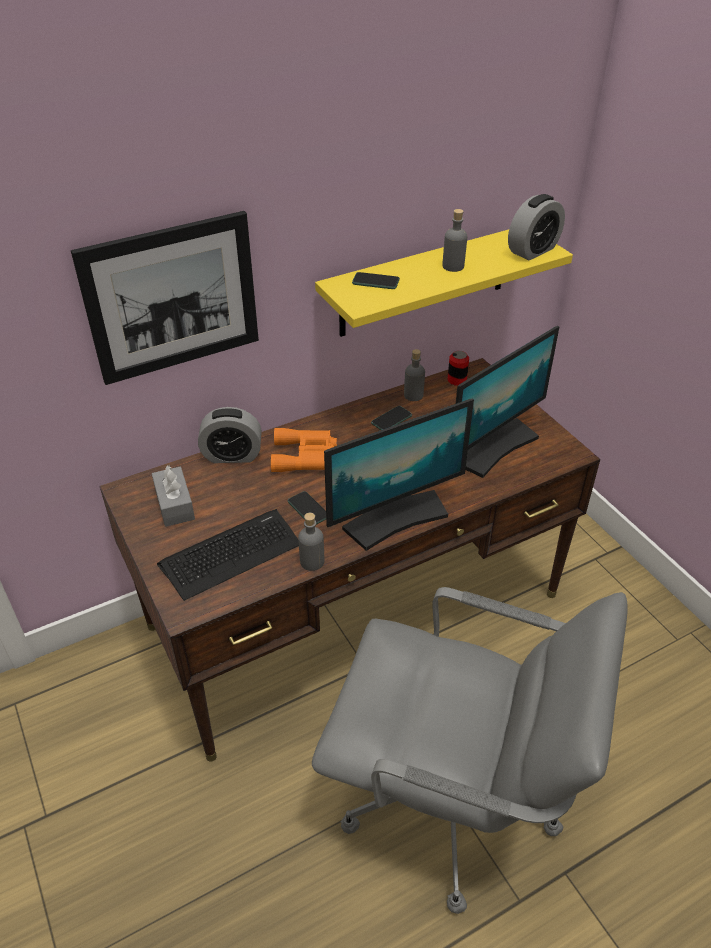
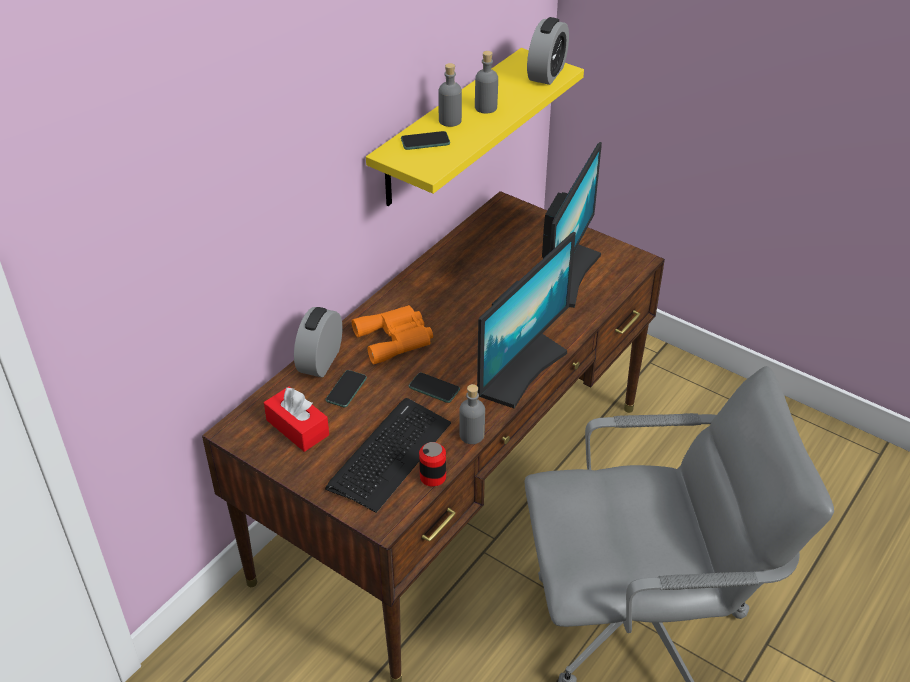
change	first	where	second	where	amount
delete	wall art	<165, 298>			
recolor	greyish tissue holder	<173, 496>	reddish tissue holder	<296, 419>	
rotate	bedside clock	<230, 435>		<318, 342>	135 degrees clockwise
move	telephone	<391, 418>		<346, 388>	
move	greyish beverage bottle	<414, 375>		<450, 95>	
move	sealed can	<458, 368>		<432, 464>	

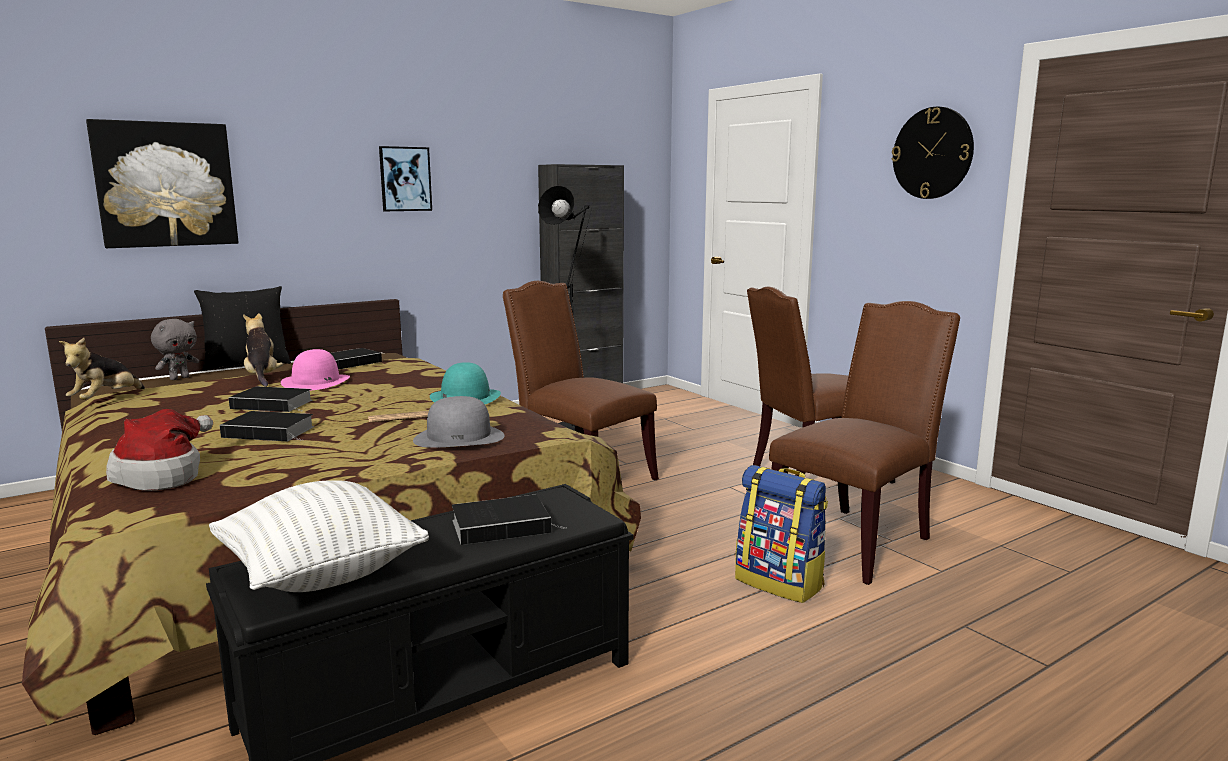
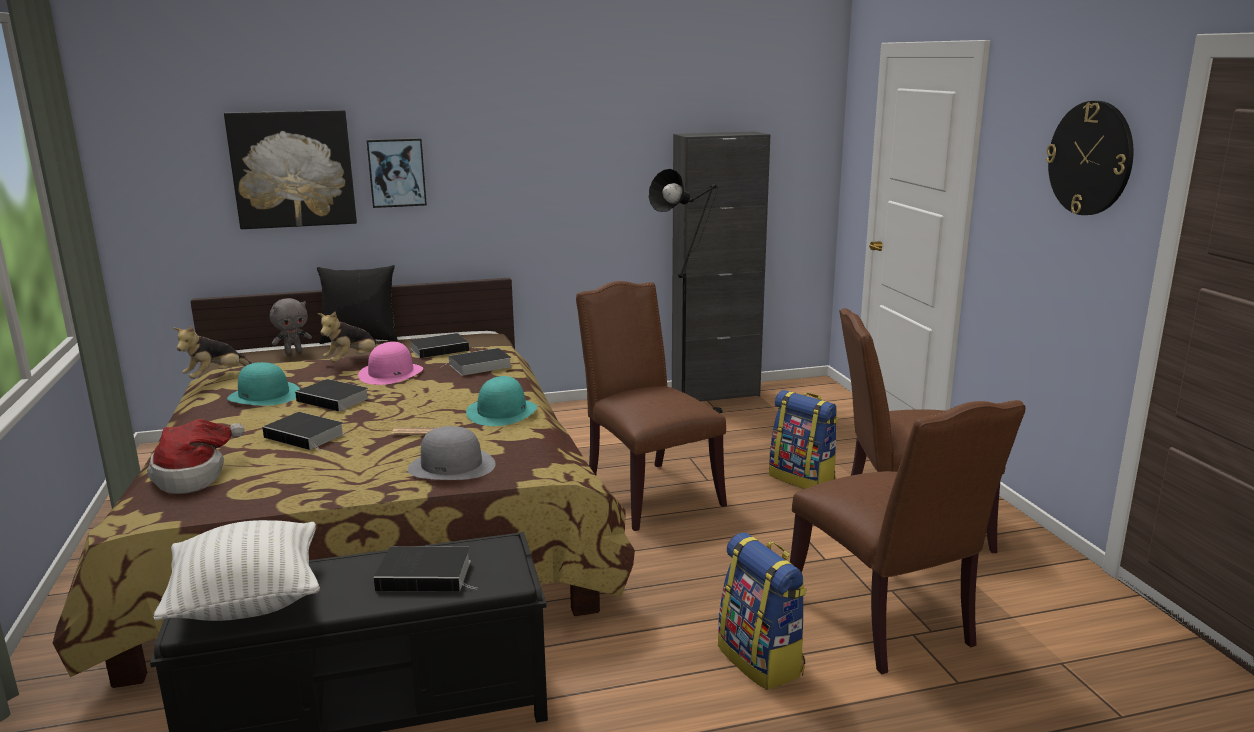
change	first	where	second	where	amount
rotate	soft toy	<263, 350>		<348, 337>	135 degrees counterclockwise
move	wall art	<405, 178>		<397, 173>	
rotate	brownish upright chair	<864, 443>		<907, 537>	90 degrees clockwise
insert			turquoise-coloured wearable hat	<263, 384>	
insert			volume	<476, 362>	
insert			backpack	<803, 439>	

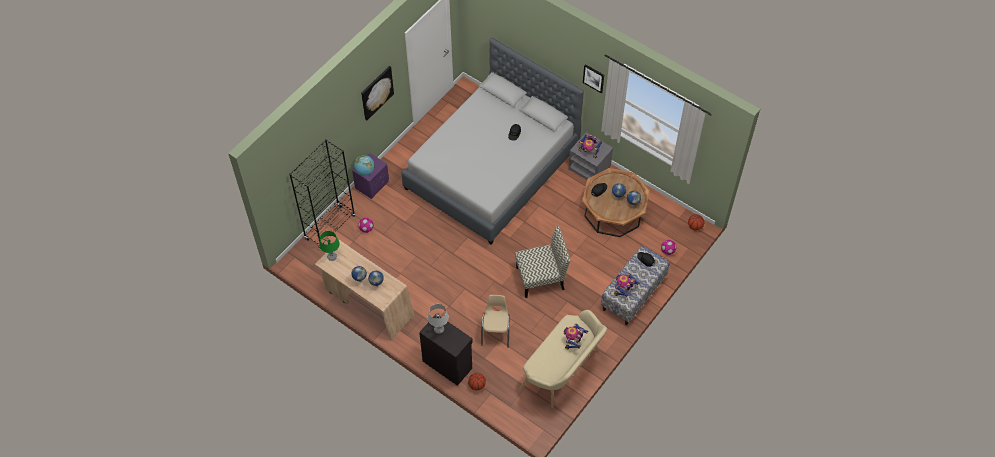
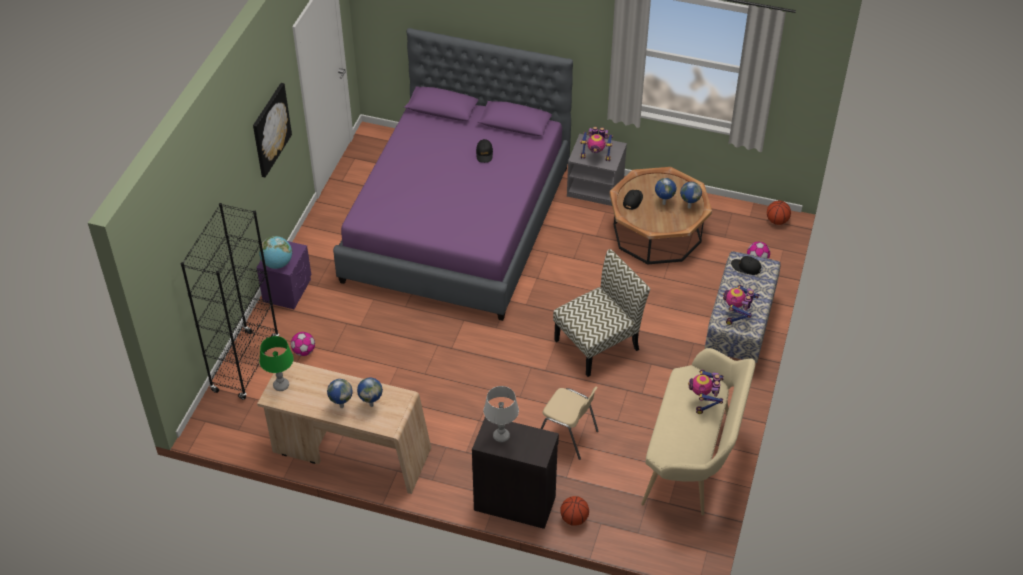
change	first	where	second	where	amount
recolor	greyish bedroom bed	<492, 141>	purple bedroom bed	<453, 174>	
rotate	sand-coloured upright chair	<495, 321>		<569, 423>	135 degrees clockwise
delete	wall art	<593, 78>			

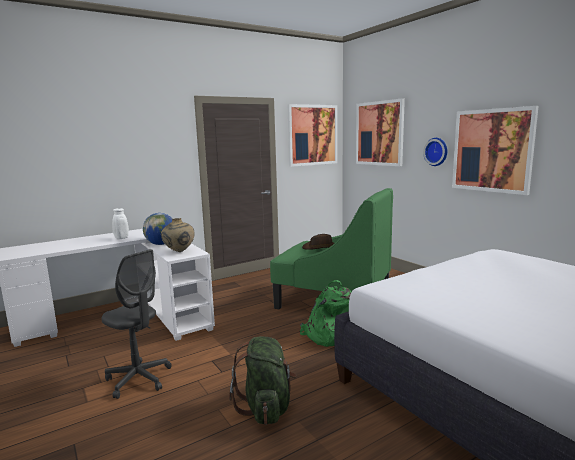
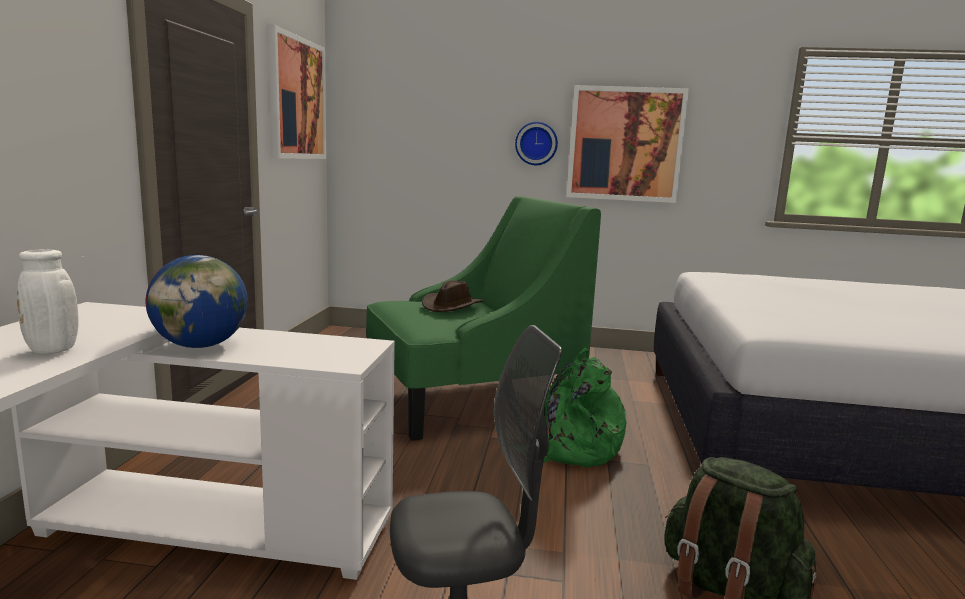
change	first	where	second	where	amount
delete	sand-coloured vase	<178, 235>			
delete	wall art	<380, 132>			

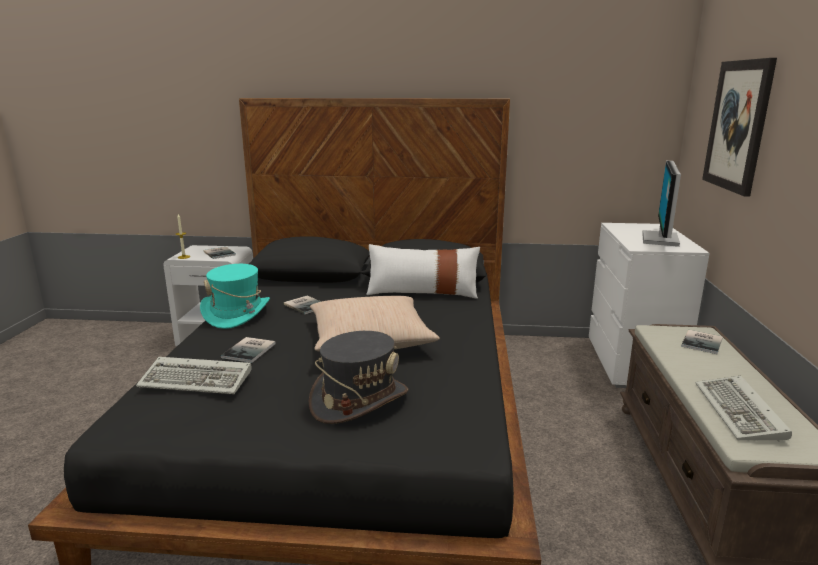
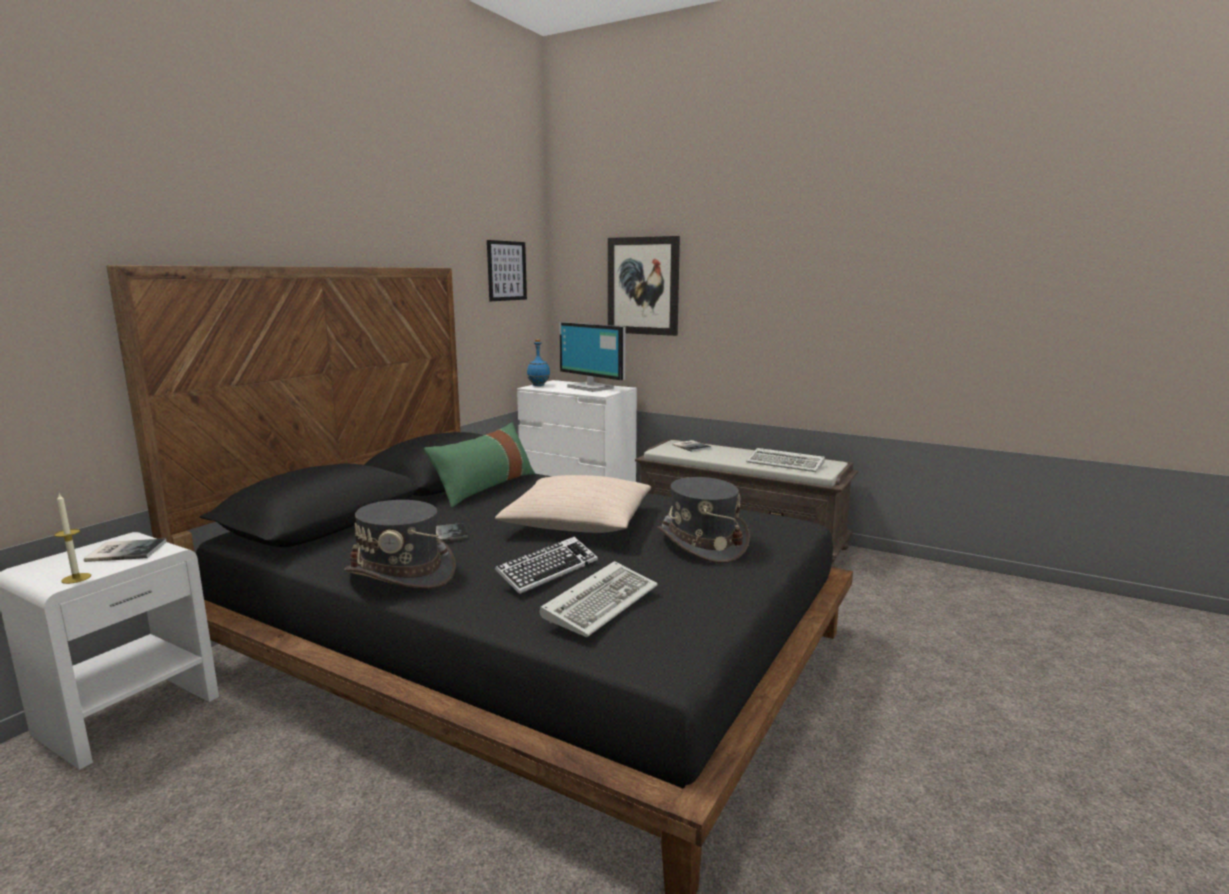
change	first	where	second	where	amount
recolor	turquoise-coloured wearable hat	<235, 296>	greyish wearable hat	<400, 544>	
replace	volume	<248, 350>	computer keyboard	<546, 565>	
recolor	white-coloured cushion	<423, 271>	green-coloured cushion	<479, 465>	
insert			wall art	<507, 270>	
insert			bluish beverage bottle	<538, 362>	

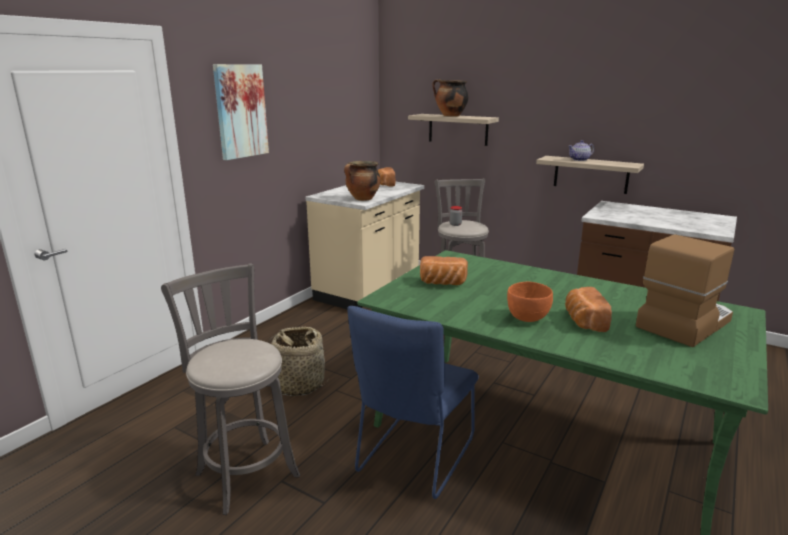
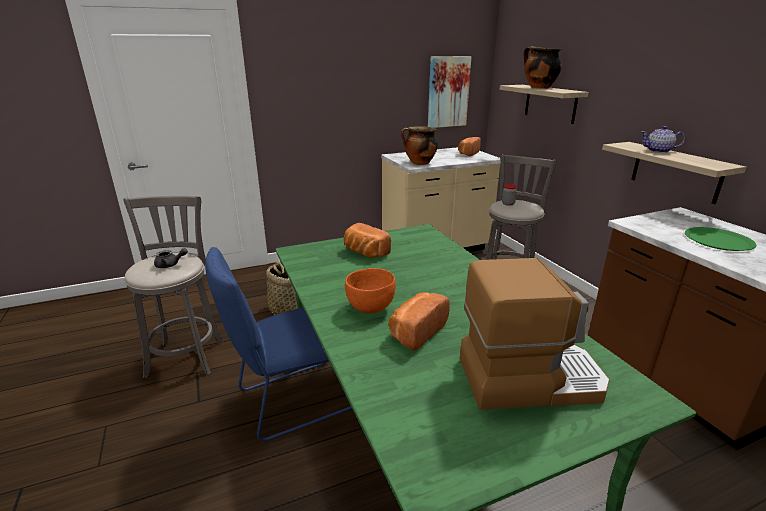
change	first	where	second	where	amount
move	wall art	<241, 112>		<449, 92>	
insert			greyish tea pot	<171, 258>	
insert			green-coloured flat dish	<720, 239>	

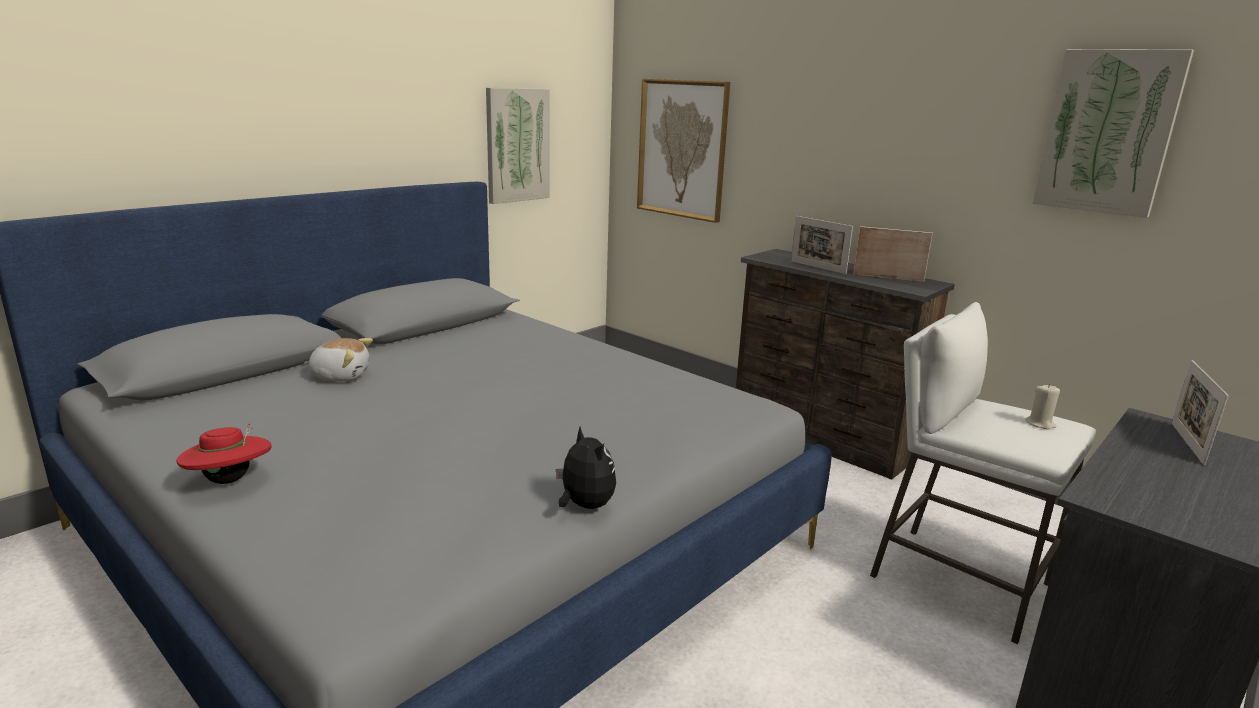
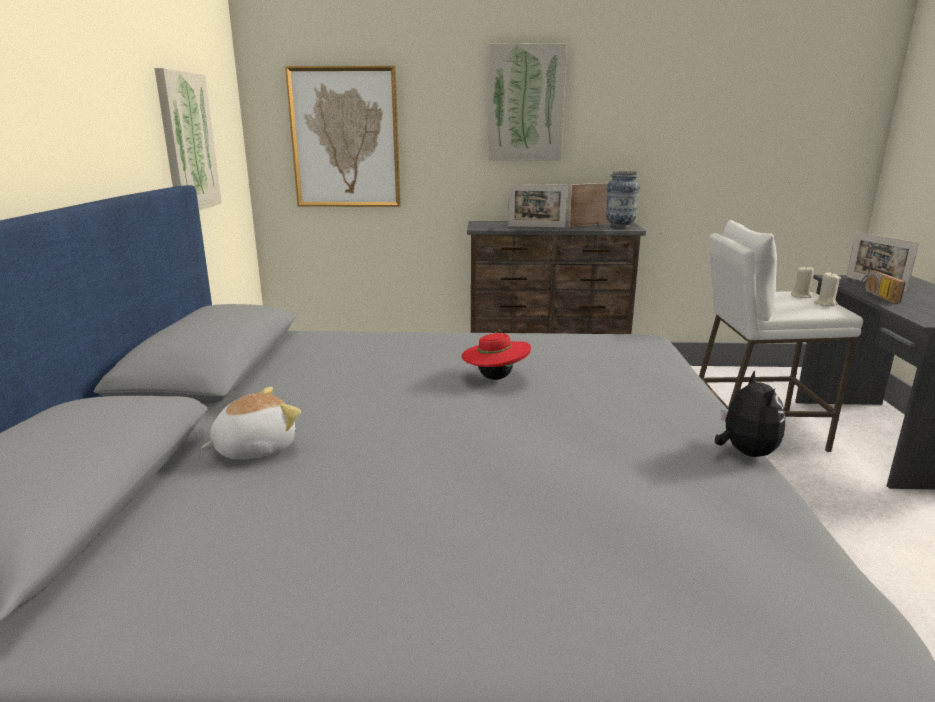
change	first	where	second	where	amount
move	reddish wearable hat	<224, 453>		<496, 354>	
rotate	soft toy	<586, 467>		<750, 413>	75 degrees clockwise
move	wall art	<1113, 133>		<527, 102>	
insert			vase	<623, 200>	
insert			sand-coloured candle	<827, 289>	
insert			radio receiver	<882, 286>	

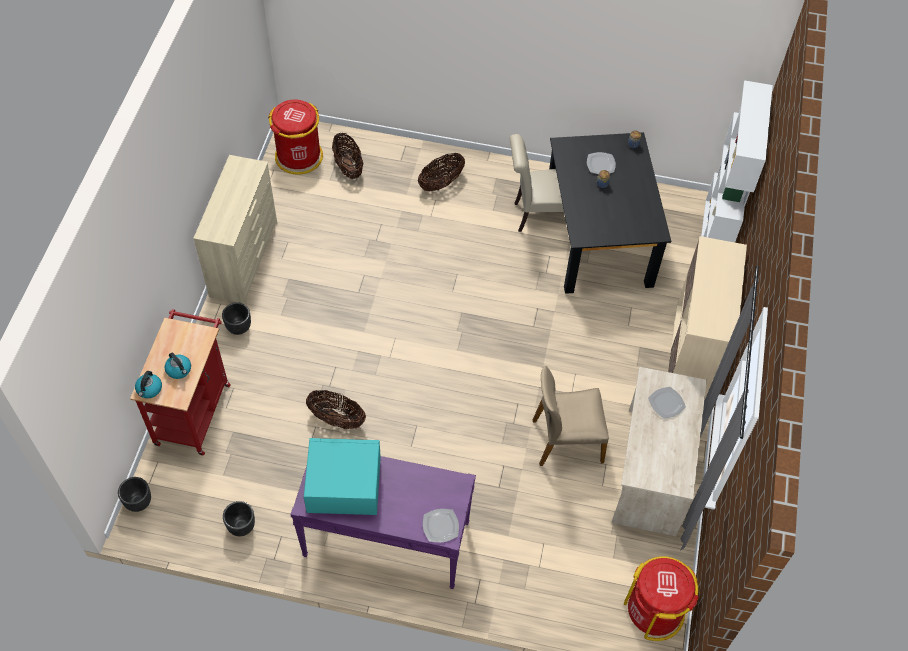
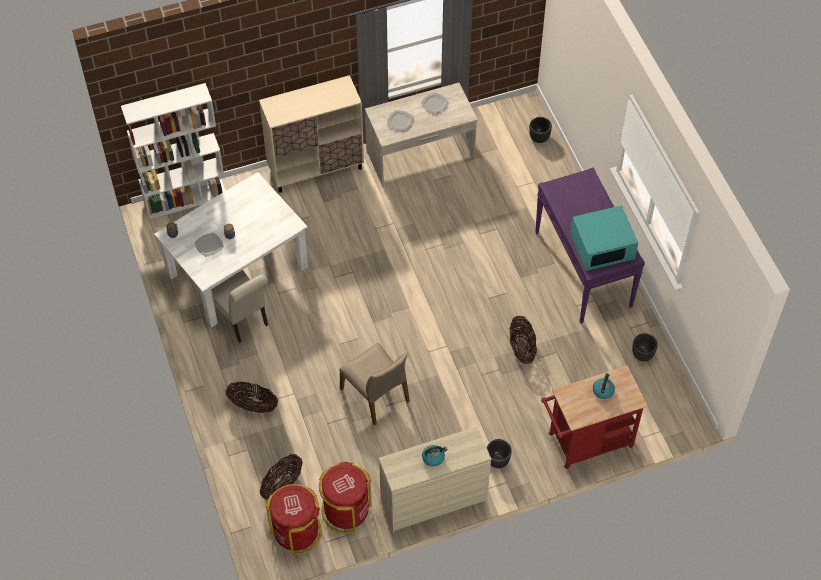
change	first	where	second	where	amount
move	blackish plant pot	<134, 494>		<540, 130>	
move	tea kettle	<148, 384>		<434, 455>	
rotate	turquoise-coloured microwave oven	<342, 476>		<604, 238>	75 degrees counterclockwise
move	flat dish	<441, 525>		<435, 103>	
move	sand-coloured upright chair	<571, 416>		<374, 384>	
recolor	blackish dinner table	<610, 213>	white-coloured dinner table	<231, 250>	
move	reddish trash can	<661, 598>		<345, 498>	

